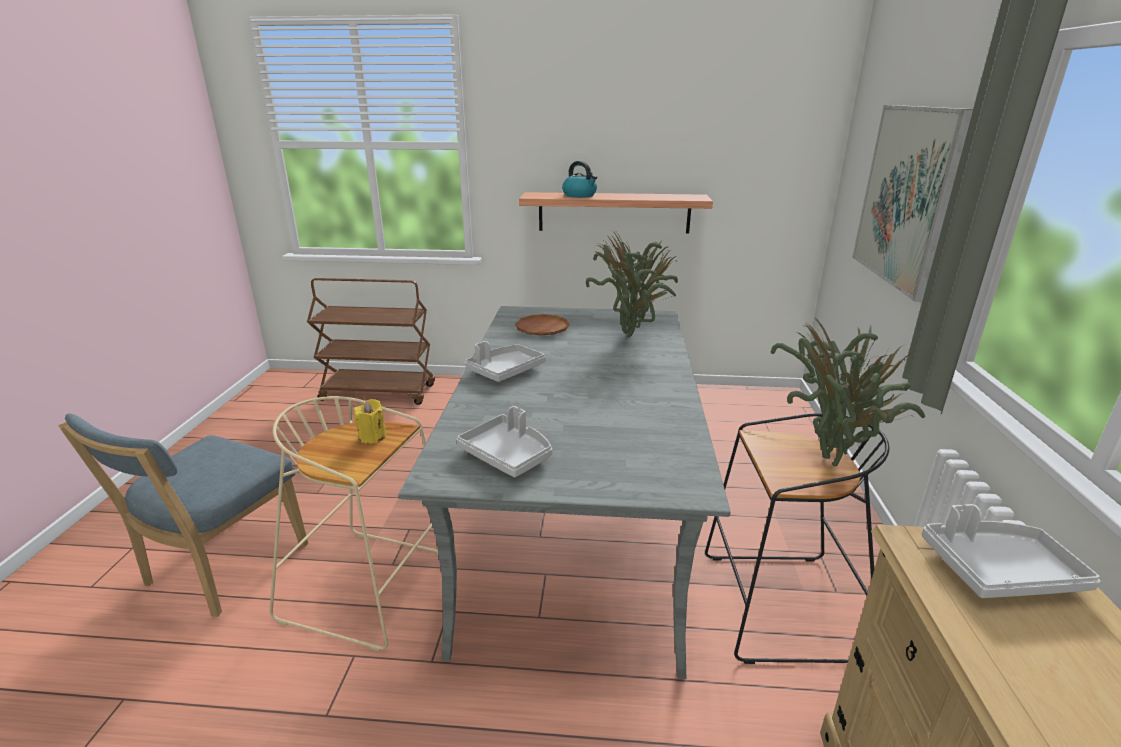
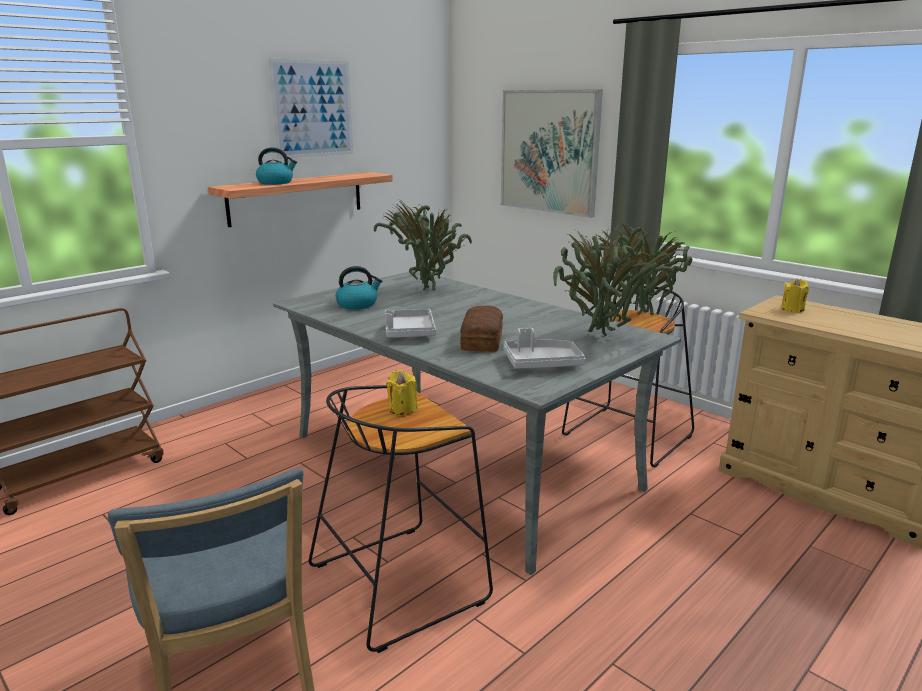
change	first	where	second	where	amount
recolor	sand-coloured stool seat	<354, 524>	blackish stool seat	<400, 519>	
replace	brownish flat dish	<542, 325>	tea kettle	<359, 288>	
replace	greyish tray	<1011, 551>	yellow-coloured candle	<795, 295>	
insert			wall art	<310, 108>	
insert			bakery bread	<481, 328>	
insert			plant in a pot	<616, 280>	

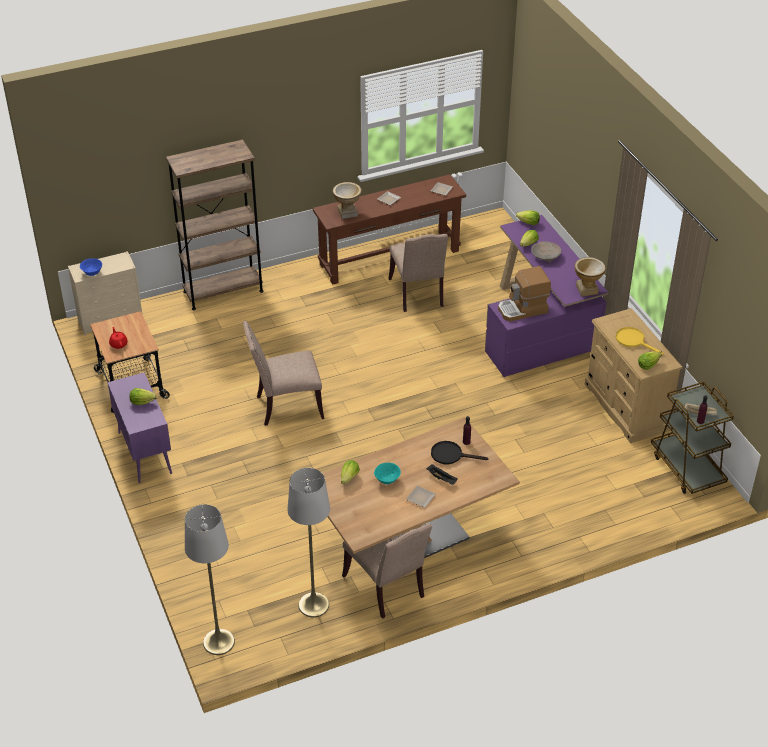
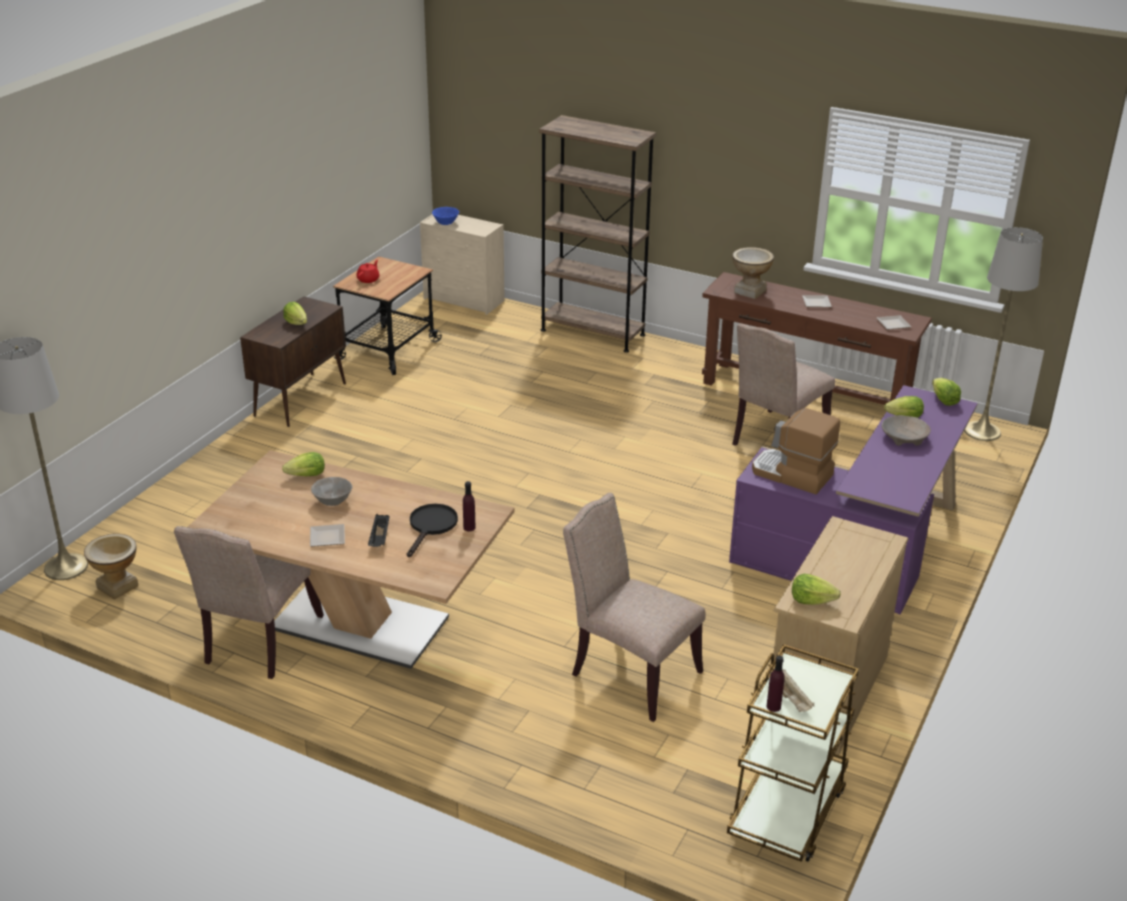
change	first	where	second	where	amount
recolor	purple cabinet	<140, 427>	brownish cabinet	<293, 361>	
move	sand-coloured upright chair	<283, 373>		<634, 607>	
move	greyish standing lamp	<308, 542>		<1003, 334>	
recolor	turquoise-coloured deep dish	<387, 473>	greyish deep dish	<331, 491>	
rotate	blackish skillet	<459, 452>		<432, 530>	45 degrees clockwise
move	vase	<590, 277>		<111, 567>	
delete	yellow-coloured skillet	<640, 341>			

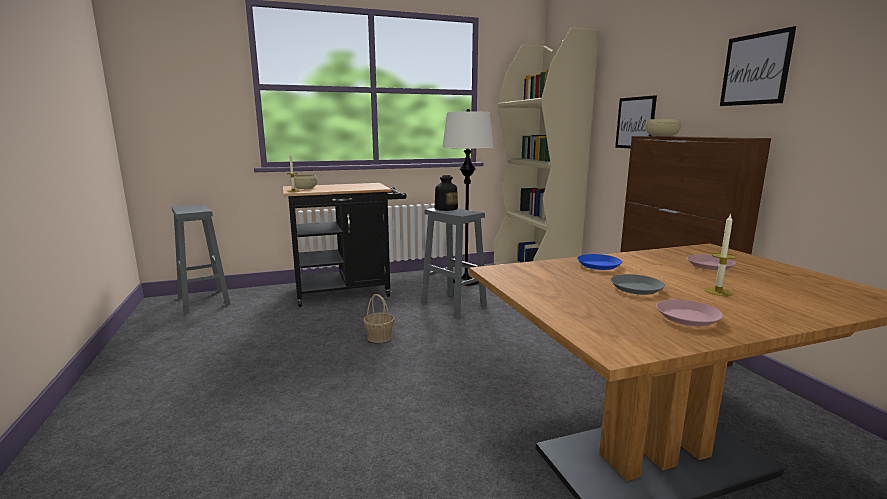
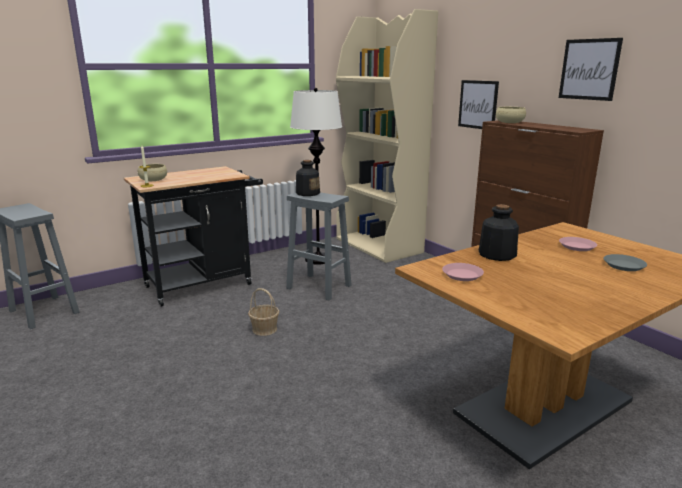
change	first	where	second	where	amount
replace	bluish flat dish	<599, 262>	beverage bottle	<499, 232>	
move	greyish flat dish	<638, 284>		<625, 262>	
move	pinkish flat dish	<689, 312>		<463, 272>	
delete	candle	<720, 254>			

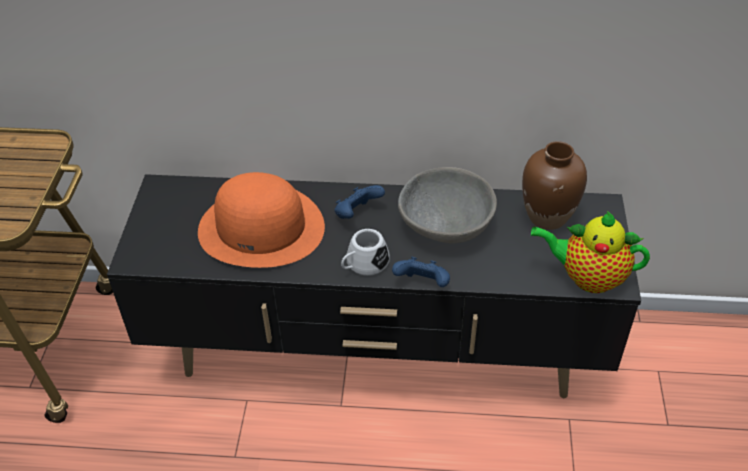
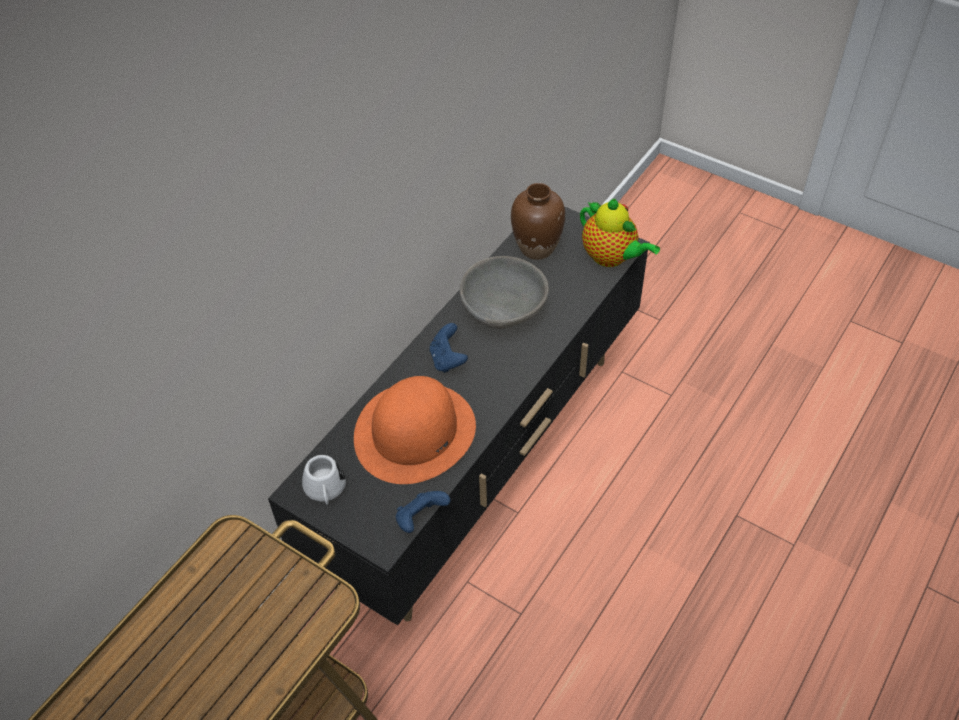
change	first	where	second	where	amount
move	white-coloured tea mug	<365, 252>		<324, 480>	
move	bluish joypad	<421, 272>		<423, 512>	
rotate	tea pot	<590, 252>		<620, 233>	90 degrees counterclockwise

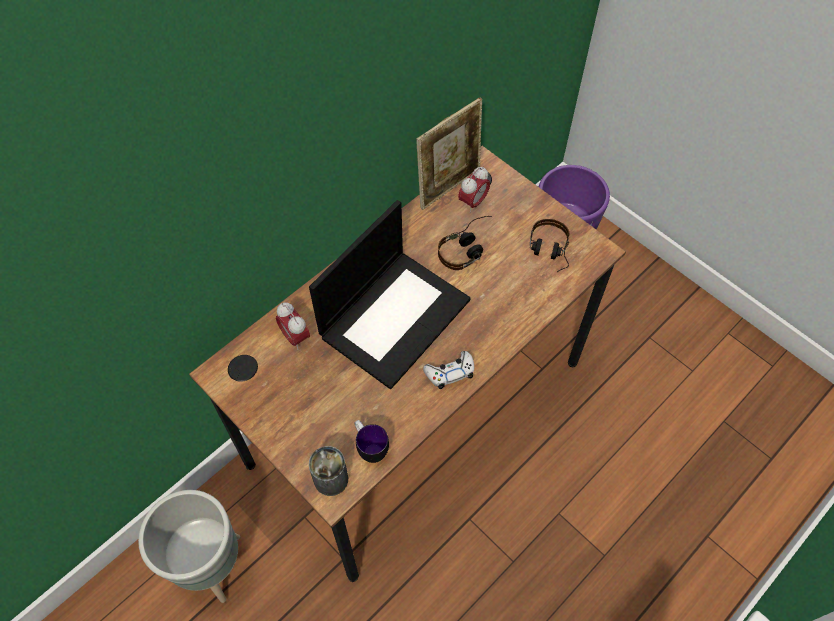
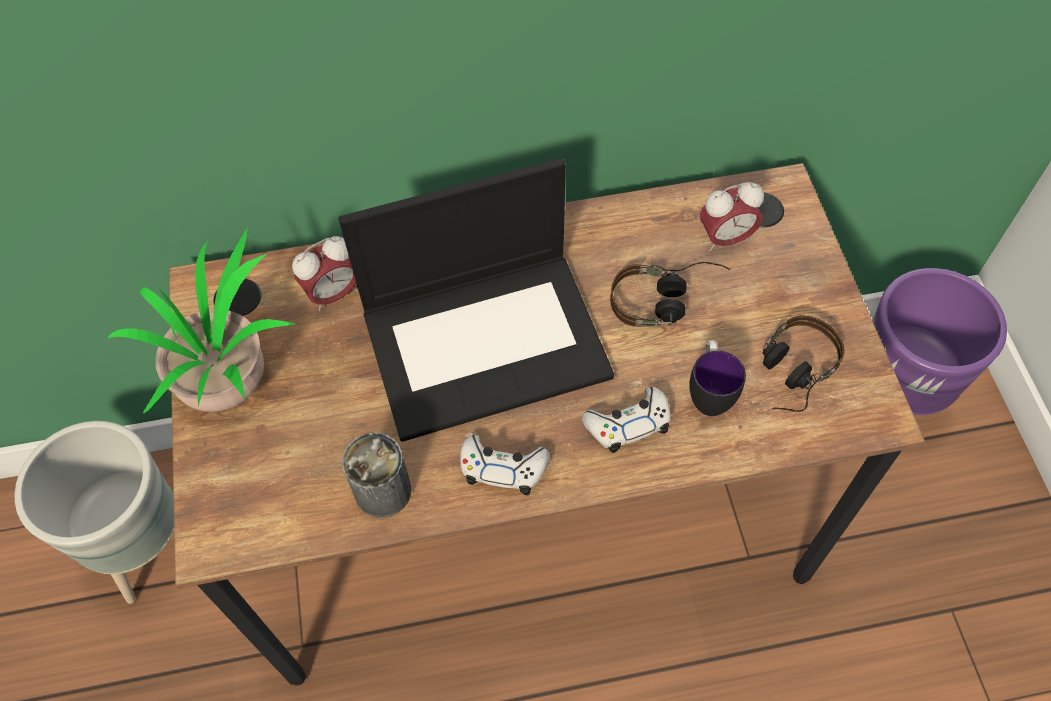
change	first	where	second	where	amount
rotate	bedside clock	<293, 326>		<324, 273>	120 degrees counterclockwise
move	sealed can	<328, 471>		<377, 475>	
move	tea mug	<371, 441>		<717, 378>	
delete	standing frame	<449, 153>			
insert			plant in a pot	<201, 321>	
insert			white-coloured joypad	<626, 420>	

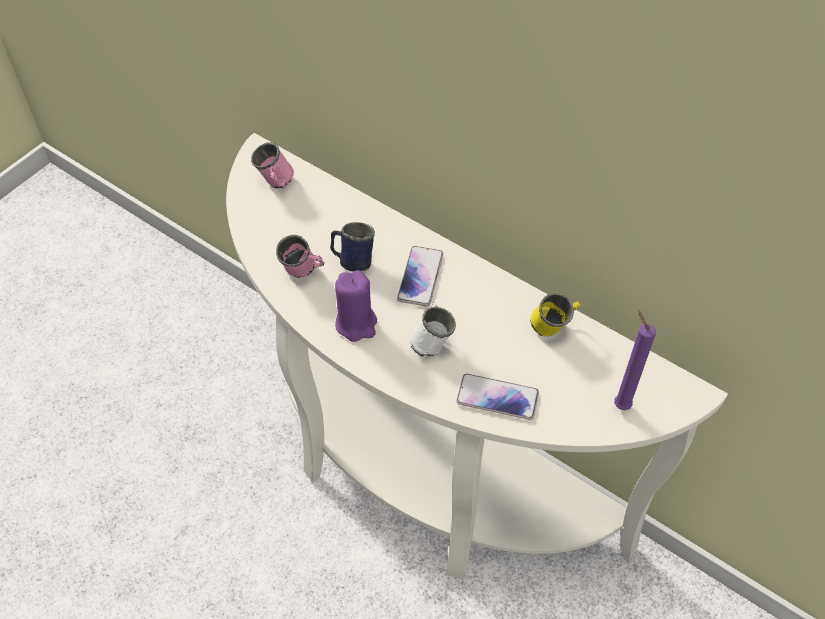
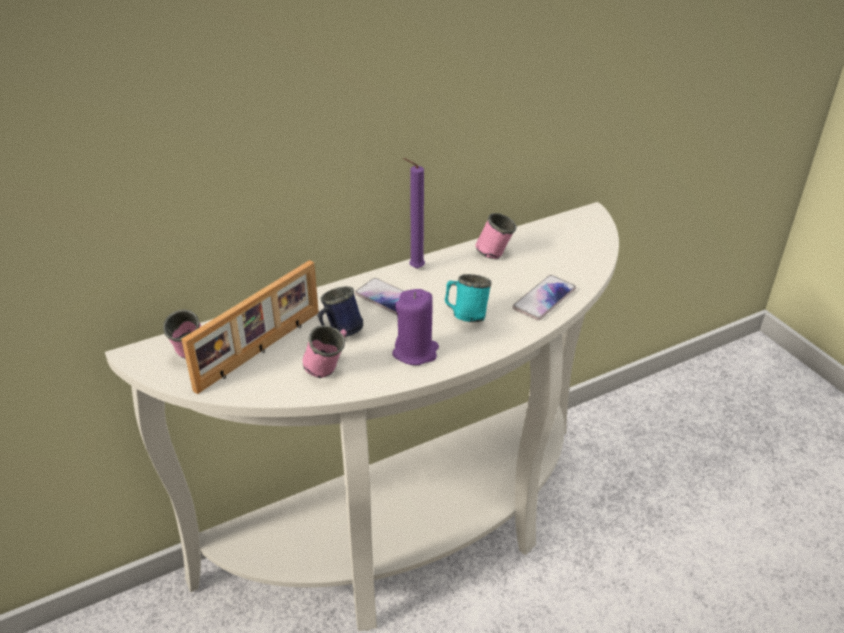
change	first	where	second	where	amount
recolor	white-coloured tea mug	<432, 330>	turquoise-coloured tea mug	<468, 298>	
recolor	yellow-coloured tea mug	<555, 314>	pinkish tea mug	<495, 236>	
move	purple candle	<635, 360>		<414, 213>	
insert			standing frame	<250, 327>	

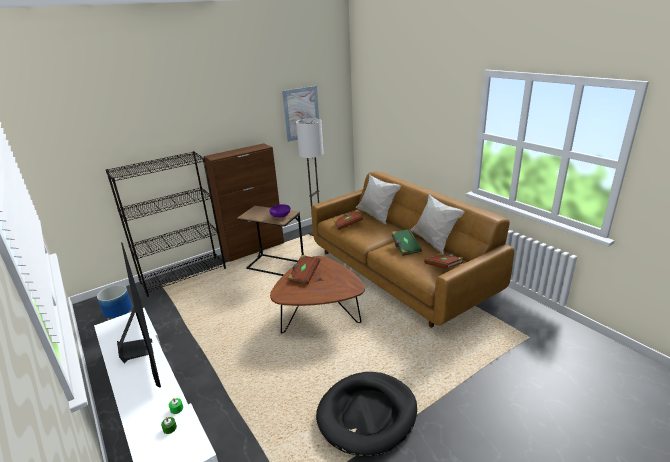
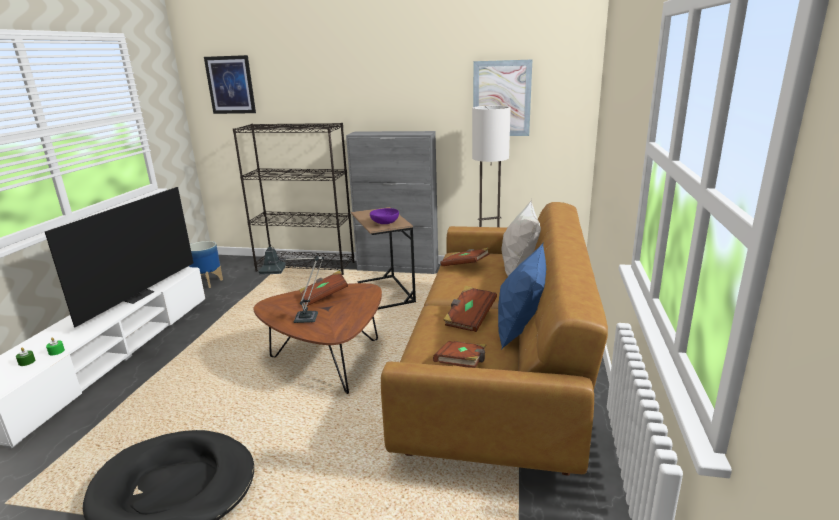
change	first	where	second	where	amount
recolor	brownish cabinet	<244, 202>	greyish cabinet	<392, 202>	
recolor	green-coloured volume	<407, 242>	brownish volume	<470, 309>	
recolor	white-coloured cushion	<437, 224>	bluish cushion	<522, 296>	
insert			wall art	<230, 84>	
insert			table lamp	<291, 284>	

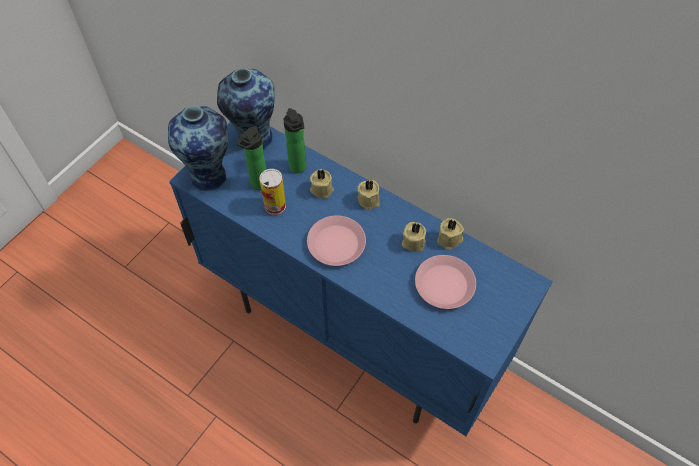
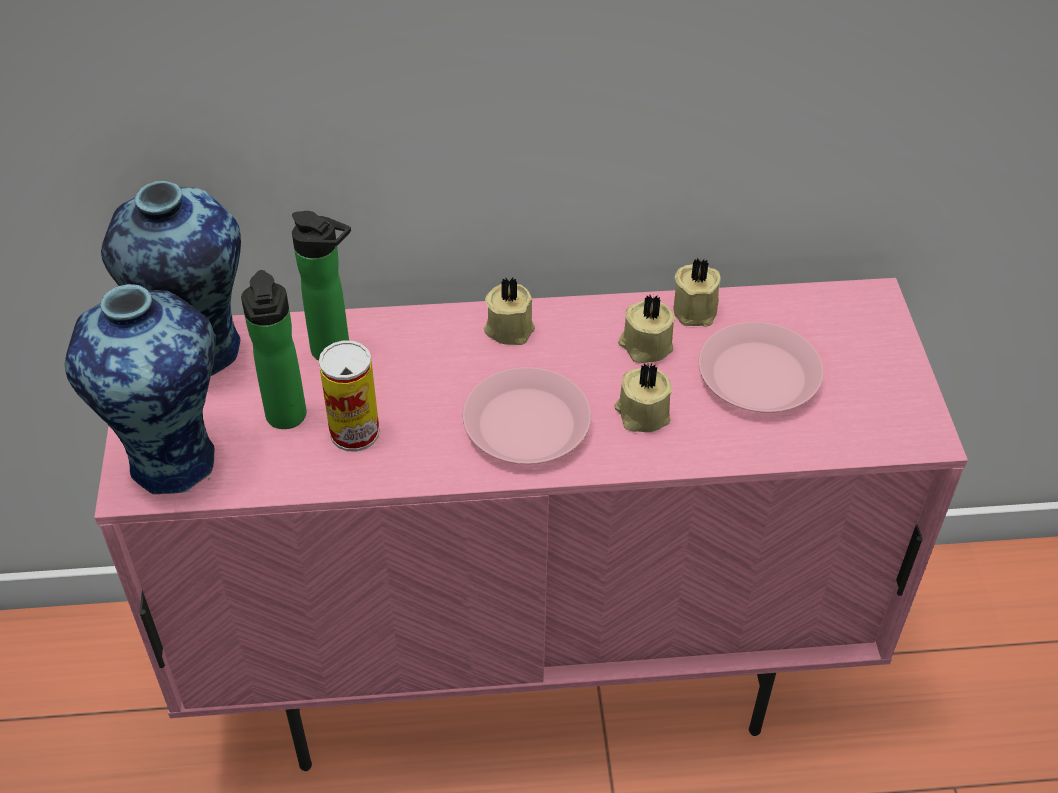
change	first	where	second	where	amount
recolor	bluish cabinet	<361, 279>	pinkish cabinet	<531, 524>	
move	sand-coloured candle	<322, 184>		<643, 397>	

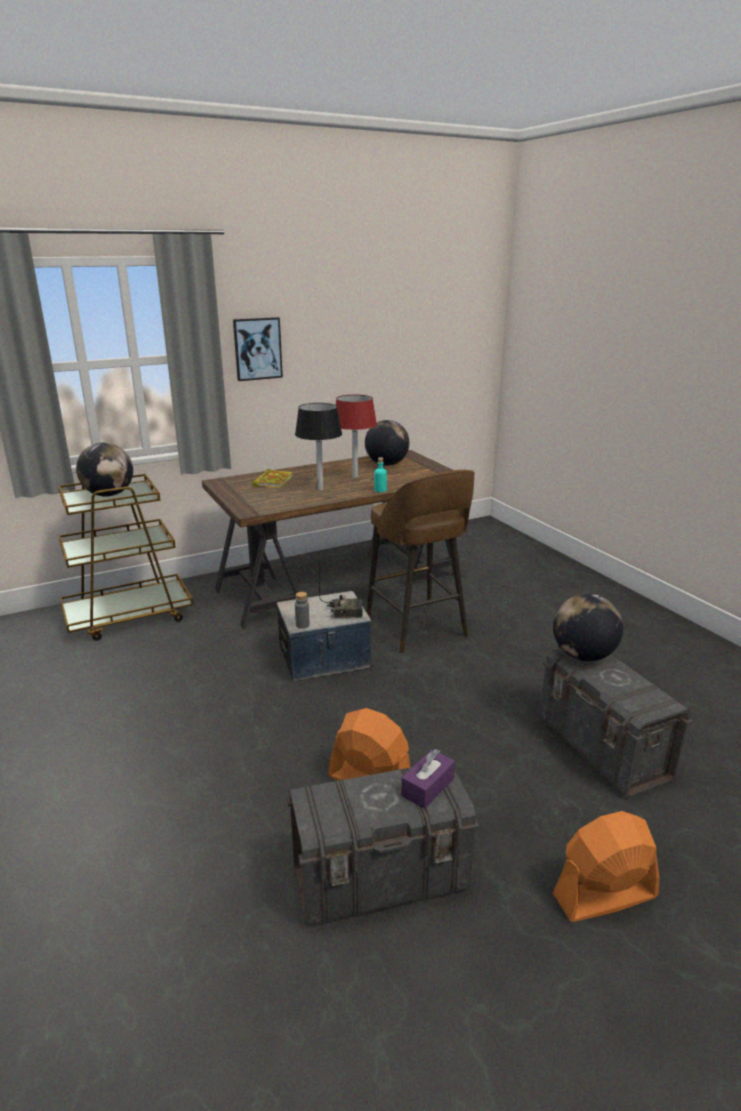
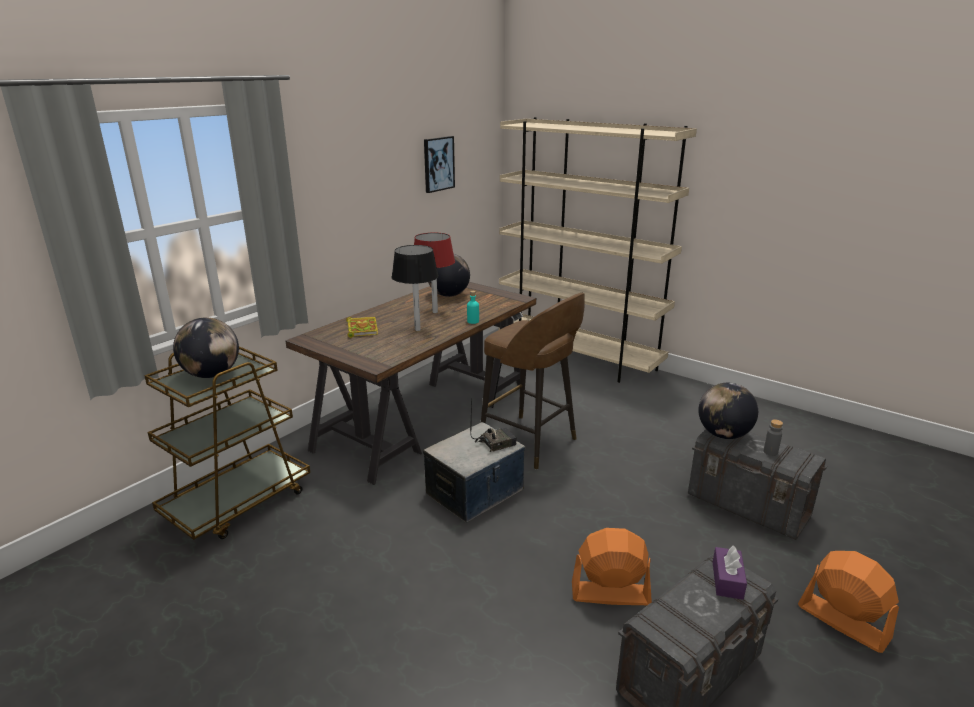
change	first	where	second	where	amount
move	wall art	<258, 349>		<439, 164>	
move	greyish beverage bottle	<302, 610>		<773, 437>	
rotate	orange cooling fan	<606, 866>		<848, 602>	90 degrees clockwise
insert			sand-coloured bookcase	<598, 250>	

